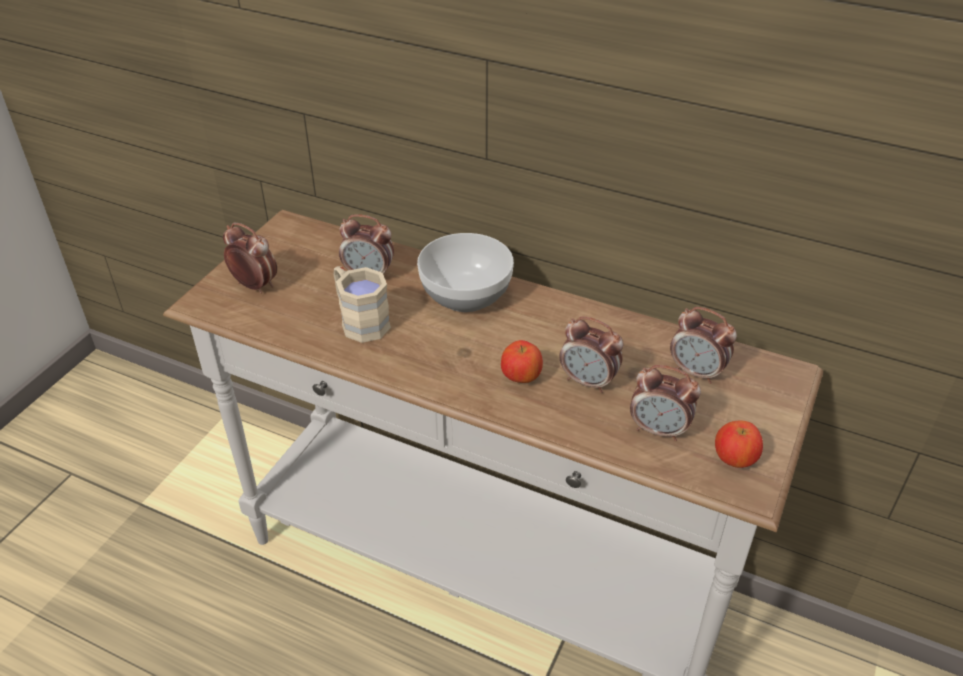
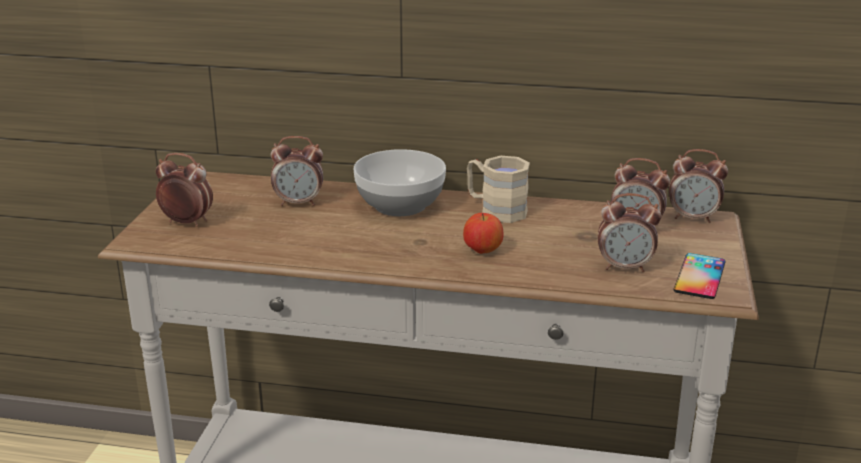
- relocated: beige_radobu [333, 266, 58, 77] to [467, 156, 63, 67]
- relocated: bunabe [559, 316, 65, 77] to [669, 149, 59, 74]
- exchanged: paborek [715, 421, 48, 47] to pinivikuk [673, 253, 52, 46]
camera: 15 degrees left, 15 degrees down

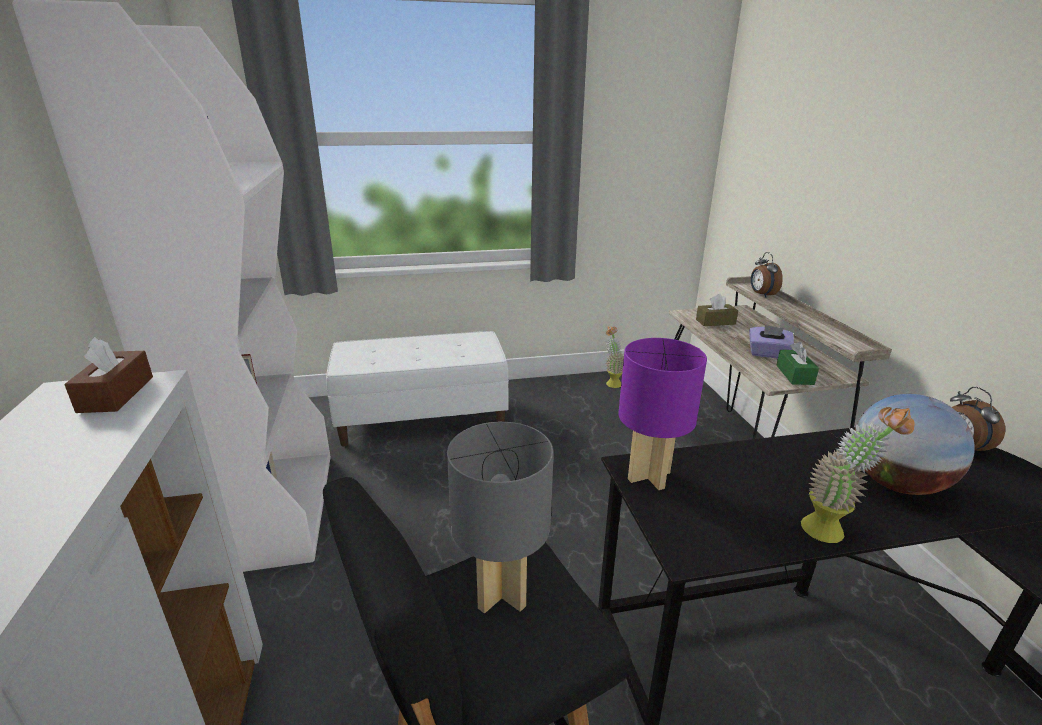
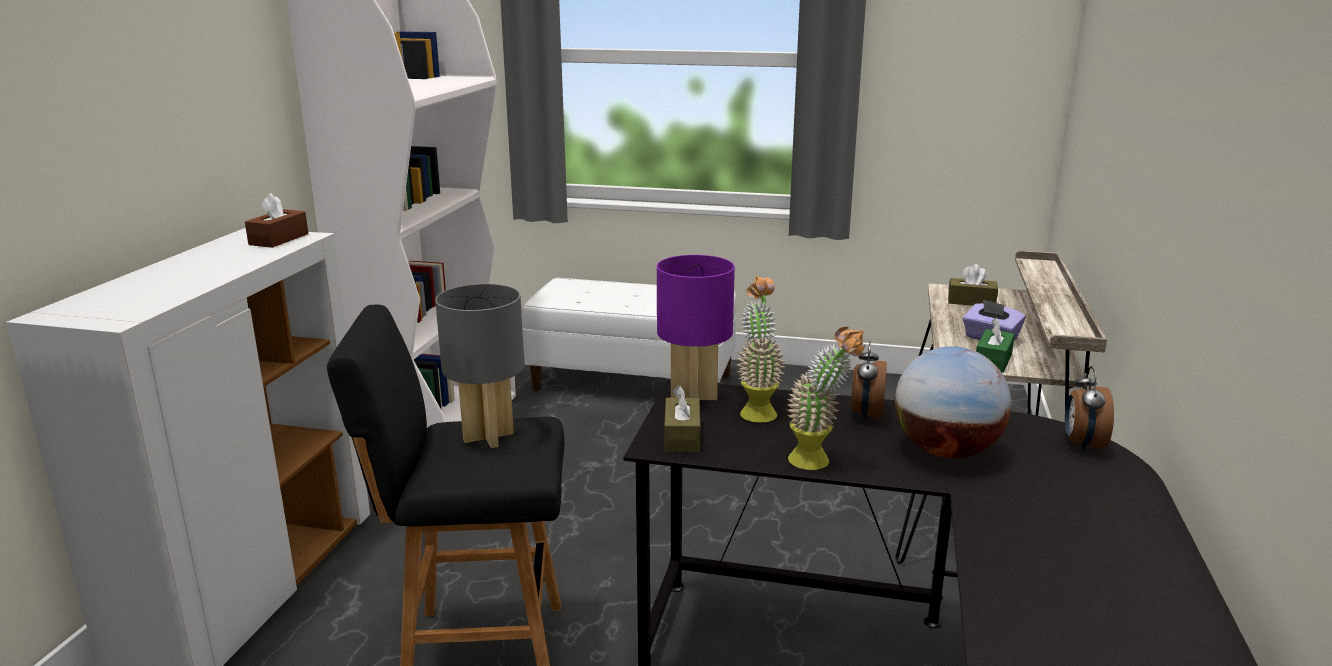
- relocated: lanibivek [606, 326, 18, 62] to [736, 276, 49, 147]
- relocated: bunabe [751, 252, 32, 46] to [851, 341, 36, 81]
- appeared: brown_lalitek [664, 386, 36, 66]
camera: 25 degrees right, 5 degrees down

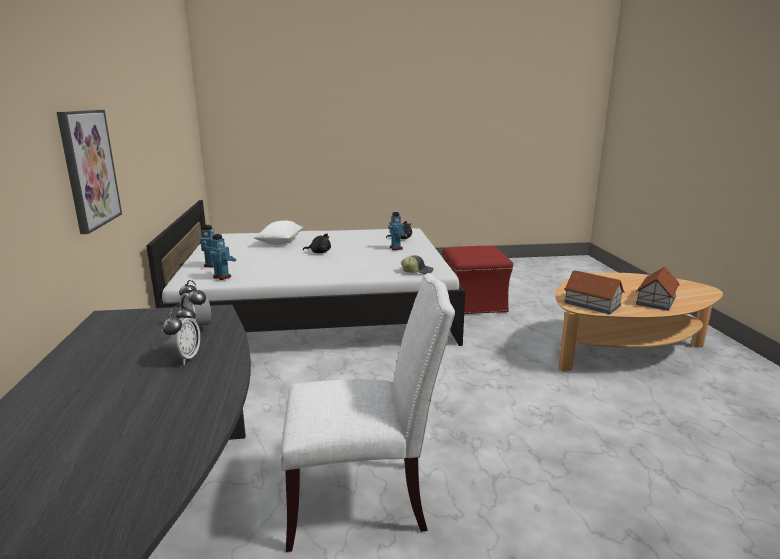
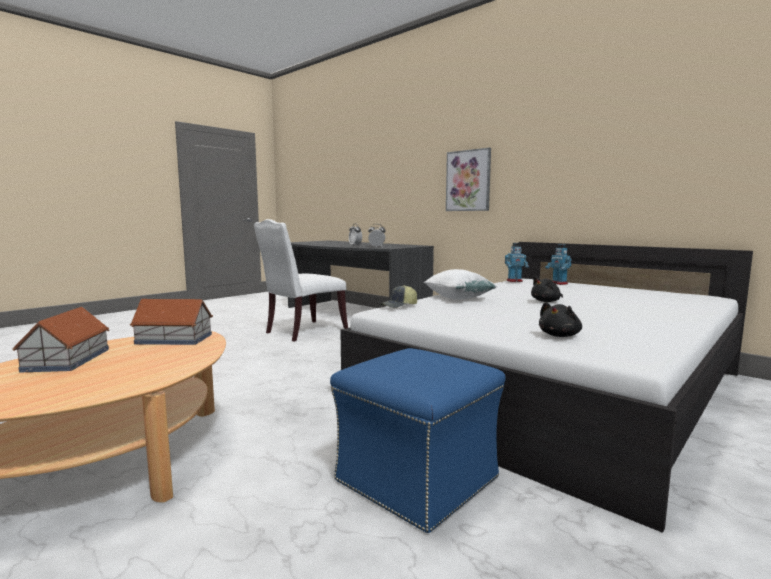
- relocated: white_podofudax [254, 221, 49, 24] to [424, 269, 74, 31]
- missing: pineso [388, 212, 20, 38]
- colour: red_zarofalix [442, 246, 71, 68] to blue_zarofalix [330, 348, 176, 185]
camera: 140 degrees right, 10 degrees down

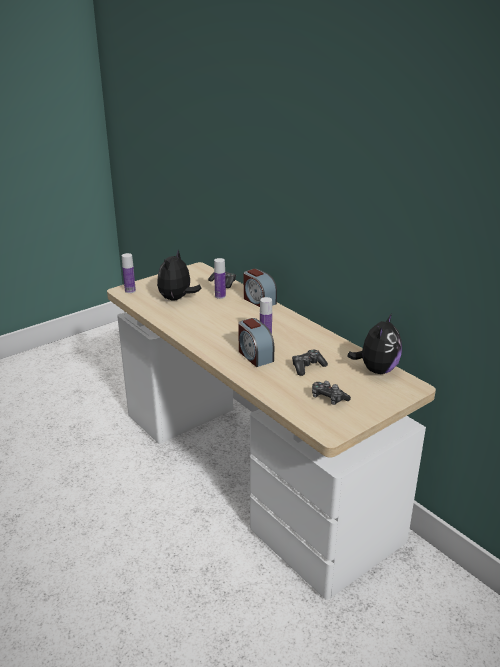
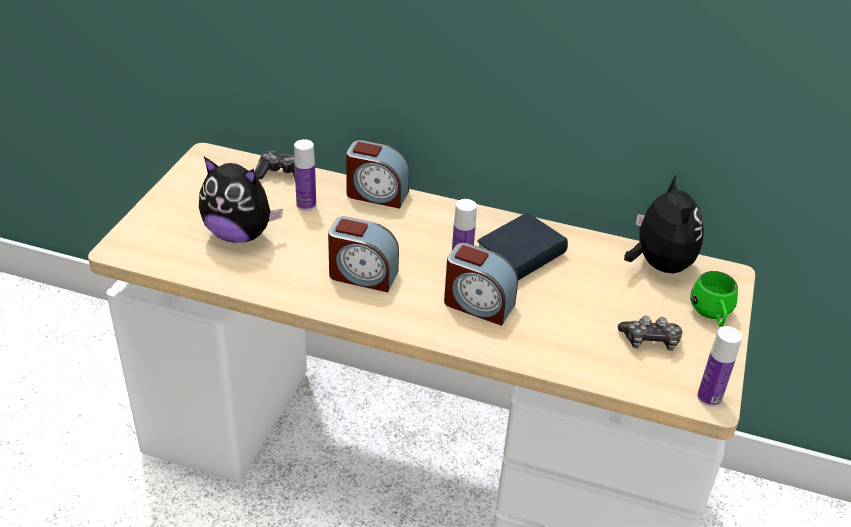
- relocated: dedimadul [122, 253, 14, 40] to [697, 326, 45, 81]
- spun: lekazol [157, 250, 45, 51] = [199, 157, 84, 86] 60 degrees counterclockwise
- missing: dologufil [292, 350, 36, 26]
- appeared: bunabe [328, 216, 71, 76]
- appeared: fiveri [477, 213, 91, 67]
- appeared: green_radobu [690, 271, 48, 56]
camera: 35 degrees left, 10 degrees up

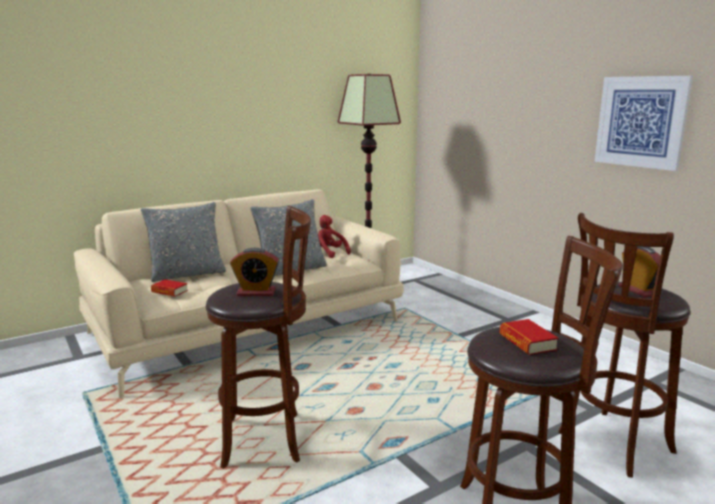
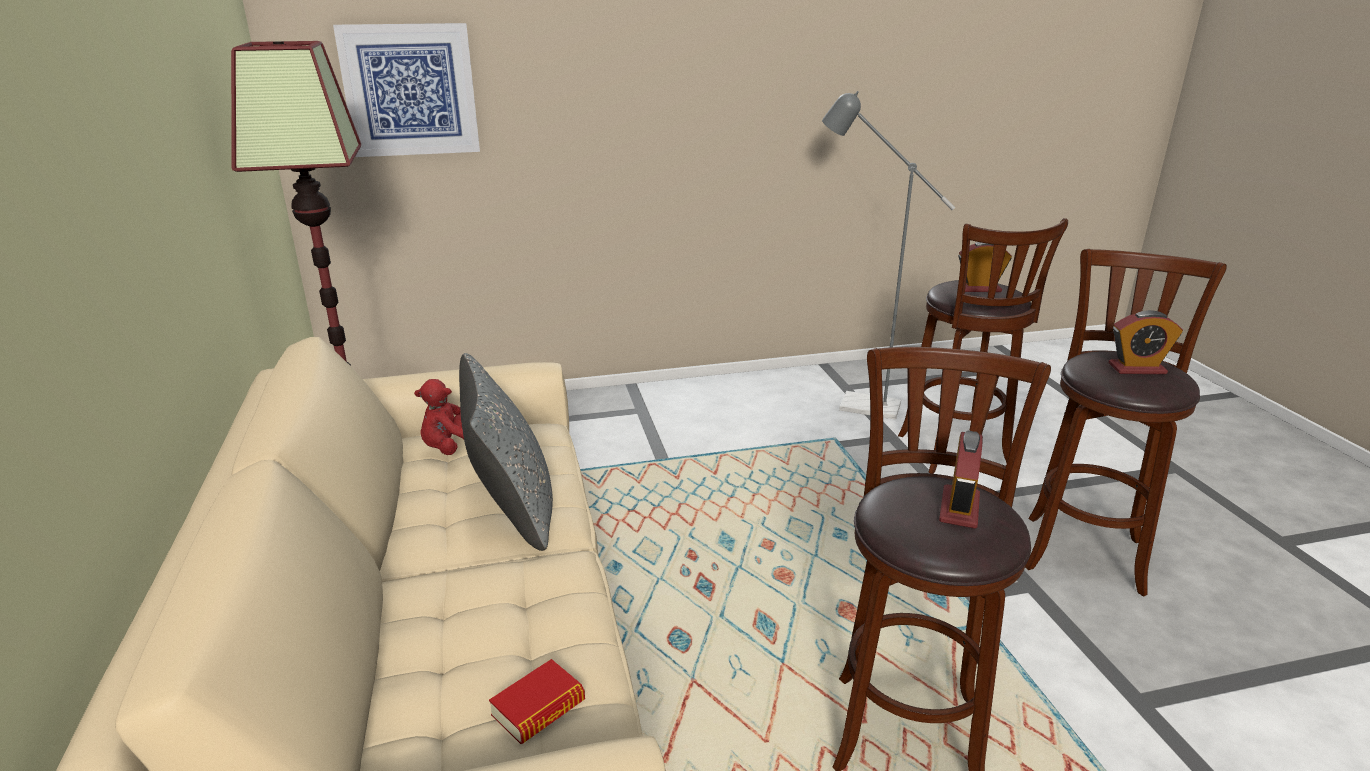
- missing: grey_podofudax [141, 202, 85, 80]
- exchanged: fiveri [500, 319, 58, 36] to bunabe [1108, 310, 75, 64]
- relocated: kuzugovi [594, 76, 99, 95] to [333, 23, 147, 134]
- appeared: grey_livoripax [822, 91, 133, 329]
camera: 70 degrees left, 10 degrees up

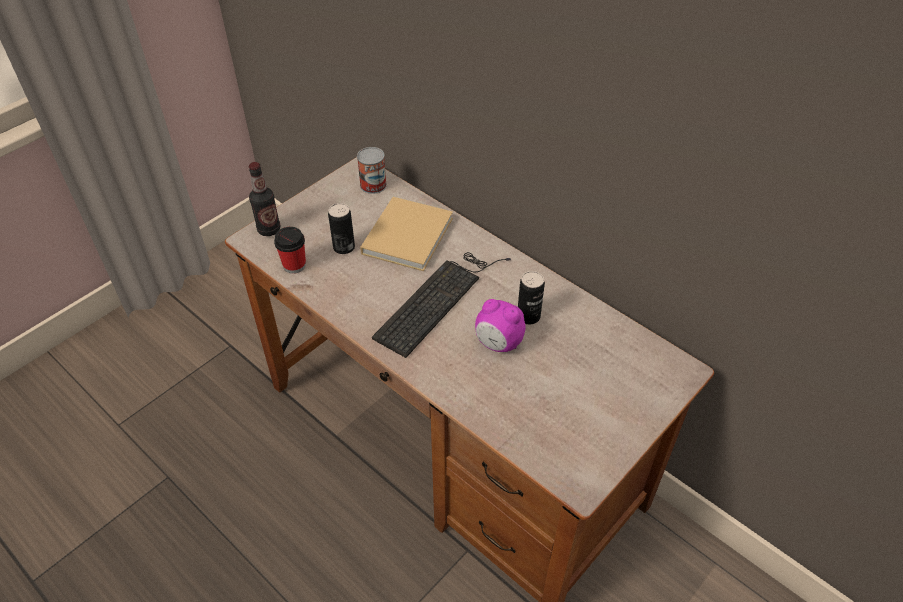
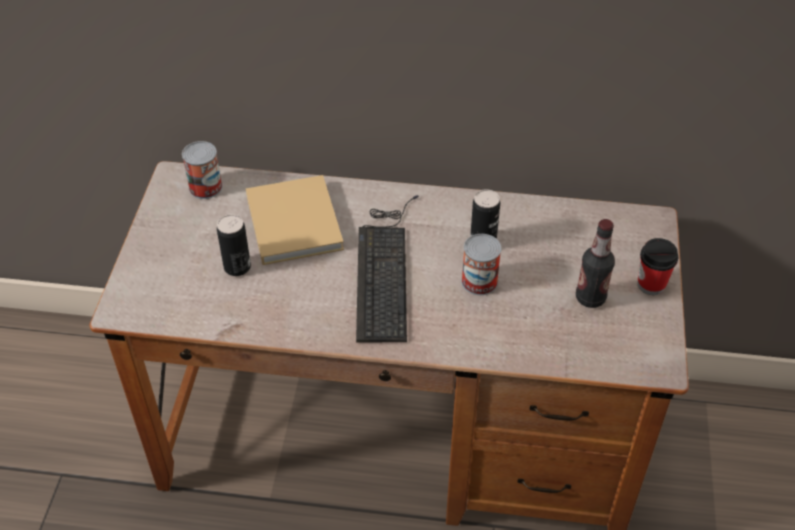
- relocated: dedimadul [249, 162, 32, 74] to [576, 219, 39, 89]
- relocated: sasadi [274, 227, 32, 47] to [637, 238, 41, 57]
- exchanged: bunabe [475, 299, 51, 53] to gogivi [461, 234, 40, 61]
camera: 35 degrees left, 0 degrees up

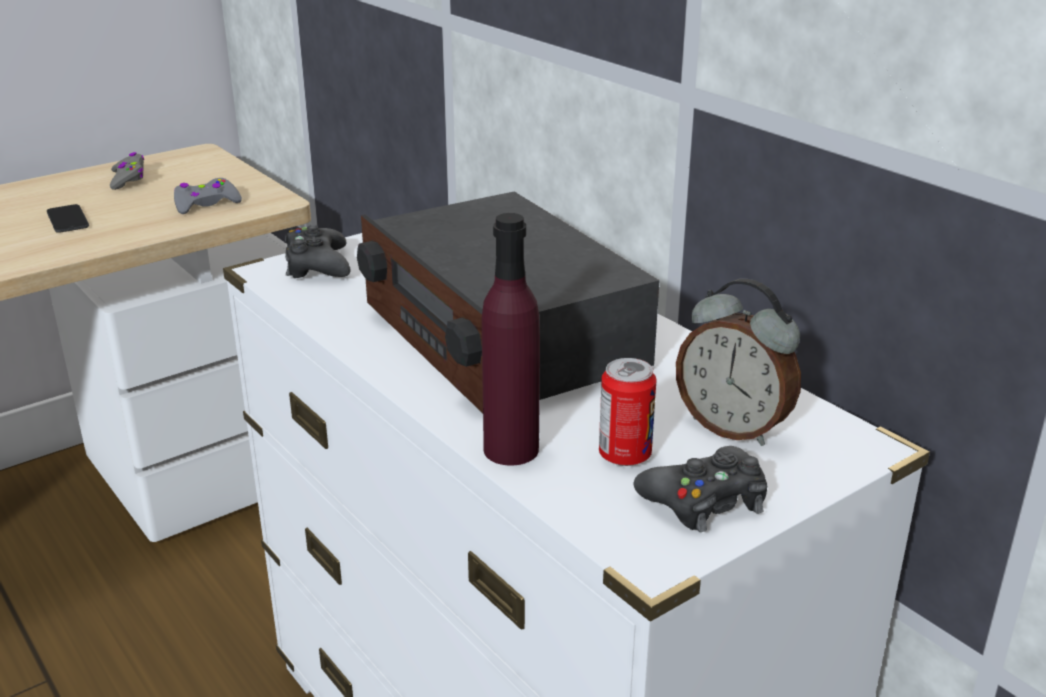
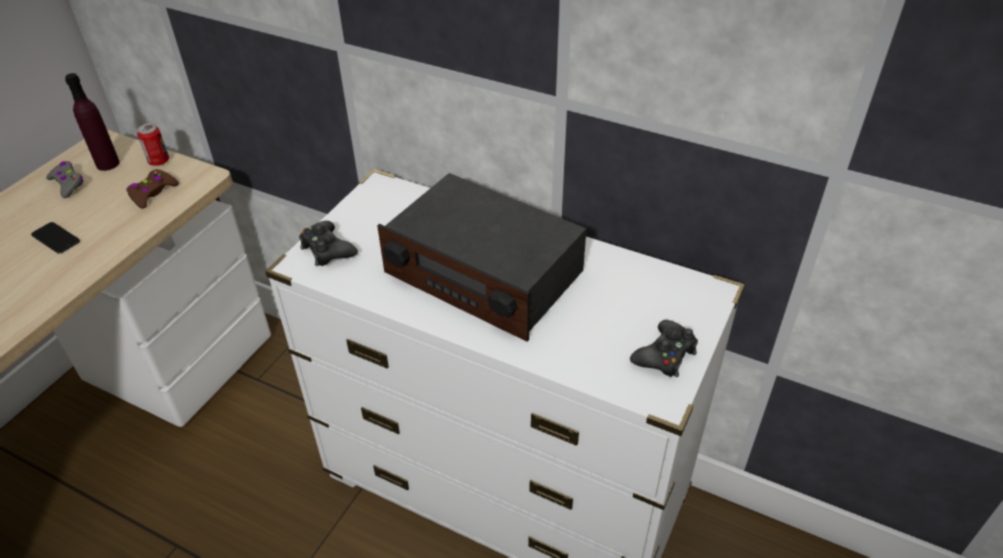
- colour: grey_dologufil [174, 178, 68, 36] to brown_dologufil [127, 169, 52, 39]
- relocated: purple_dedimadul [482, 213, 58, 253] to [65, 73, 55, 98]
- relocated: gogivi [599, 358, 58, 108] to [137, 123, 32, 43]
- missing: bunabe [676, 279, 125, 167]
camera: 25 degrees left, 15 degrees up

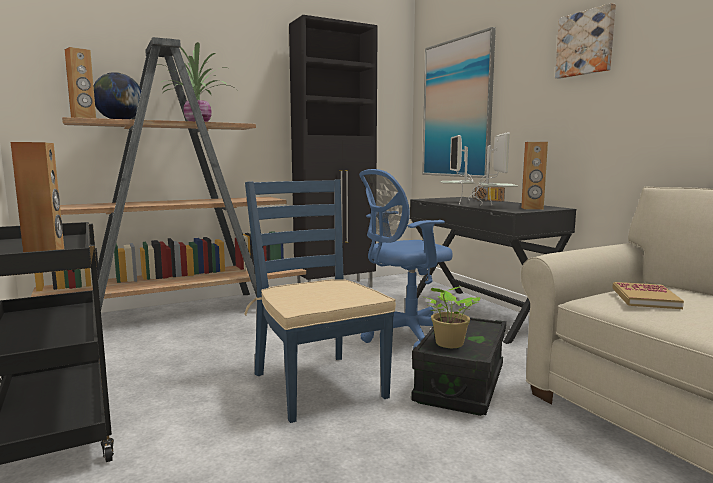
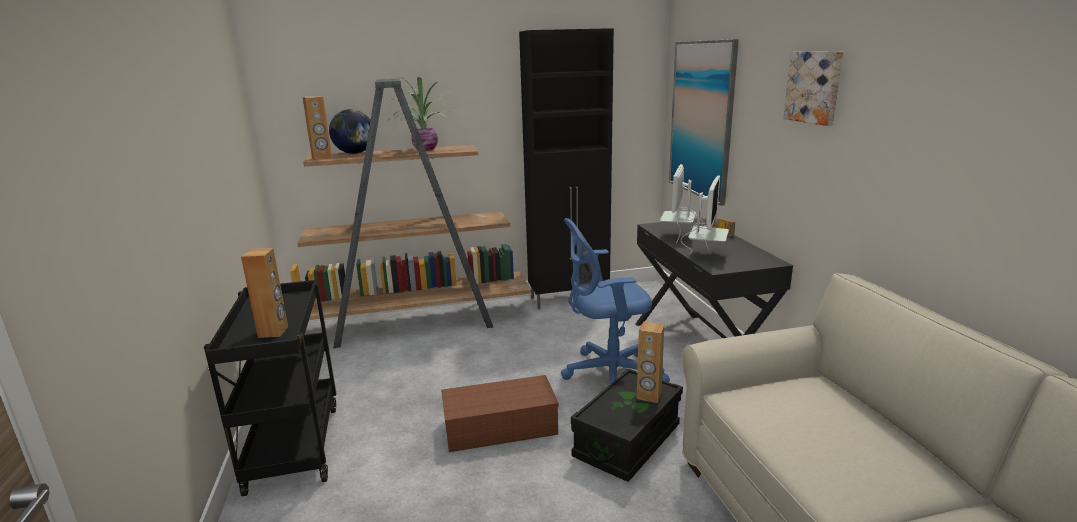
- exchanged: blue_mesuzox [244, 179, 152, 244] to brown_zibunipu [441, 375, 118, 77]
- missing: lanibivek [425, 287, 55, 61]
- relocated: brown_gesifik [521, 142, 27, 68] to [637, 322, 27, 81]
- missing: fiveri [612, 282, 72, 27]
camera: 15 degrees right, 10 degrees up

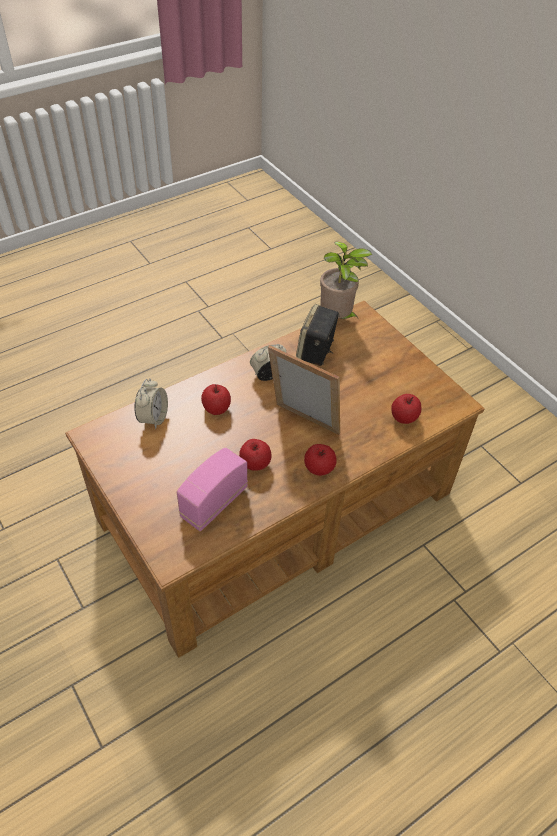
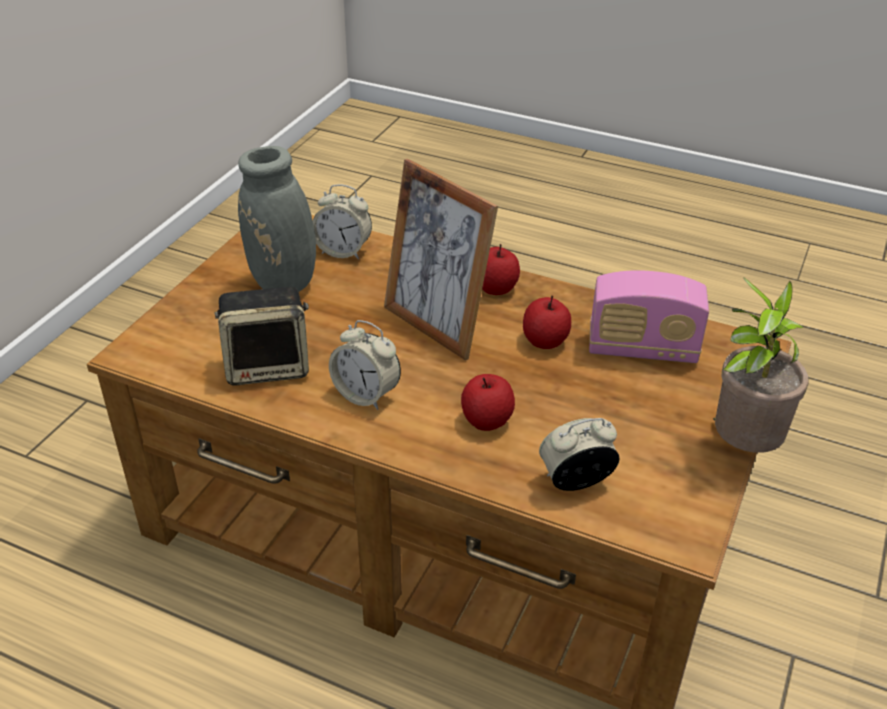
- spun: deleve [268, 345, 72, 90] = [384, 159, 114, 201] 45 degrees counterclockwise
- relocated: lanibivek [320, 241, 52, 78] to [713, 277, 95, 176]
- exchanged: paborek [391, 394, 30, 30] to bunabe [313, 184, 59, 75]
- appeared: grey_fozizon [238, 146, 149, 146]
camera: 120 degrees left, 10 degrees down

